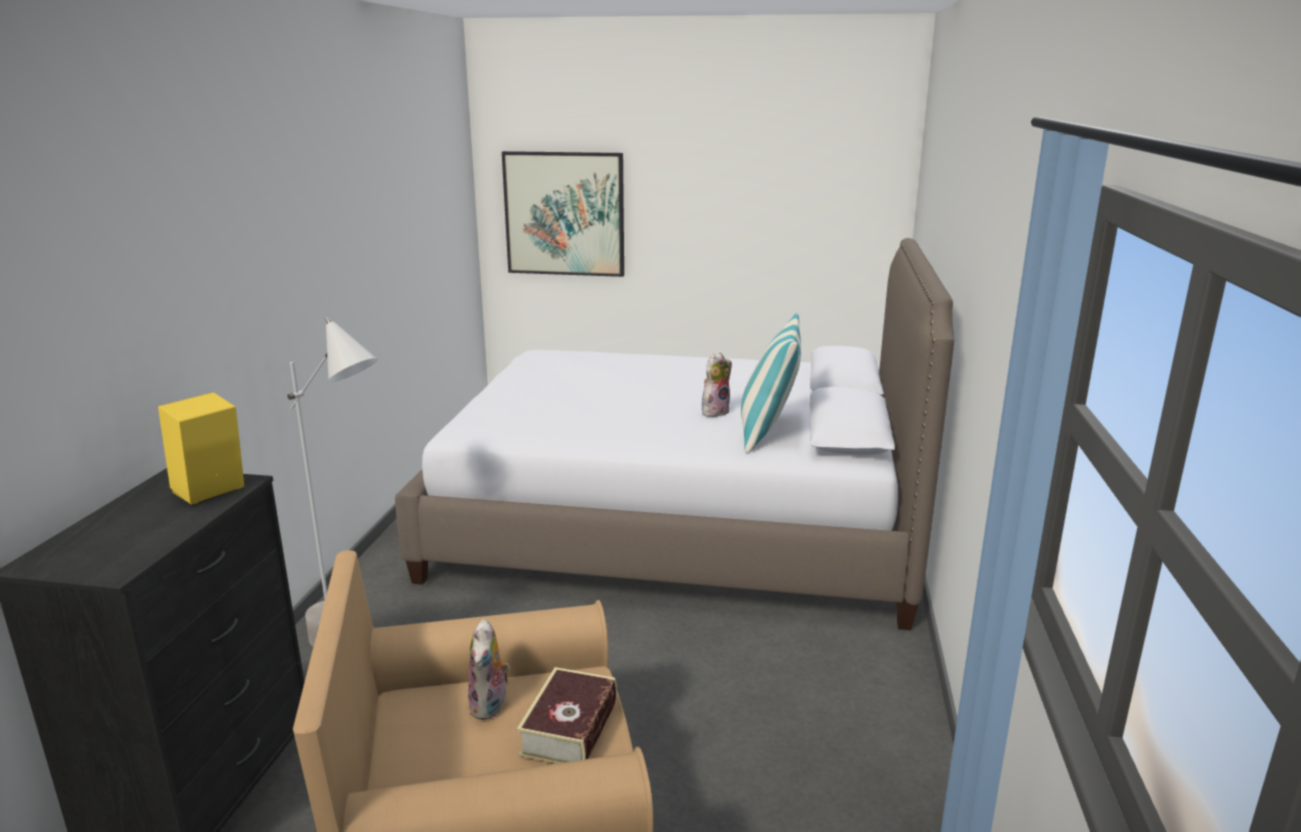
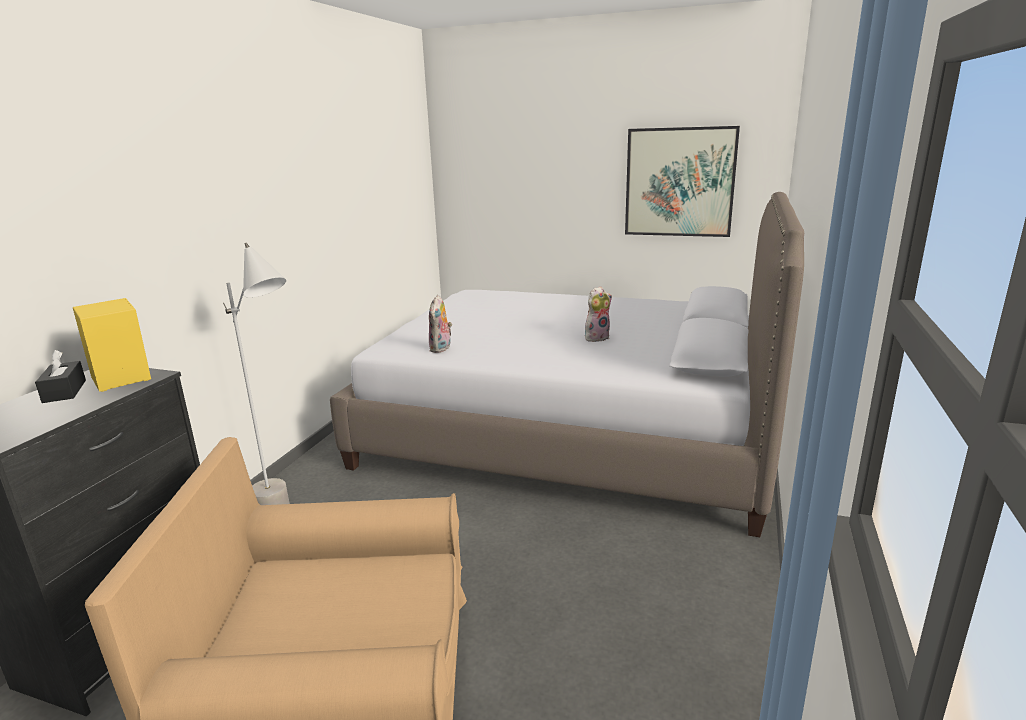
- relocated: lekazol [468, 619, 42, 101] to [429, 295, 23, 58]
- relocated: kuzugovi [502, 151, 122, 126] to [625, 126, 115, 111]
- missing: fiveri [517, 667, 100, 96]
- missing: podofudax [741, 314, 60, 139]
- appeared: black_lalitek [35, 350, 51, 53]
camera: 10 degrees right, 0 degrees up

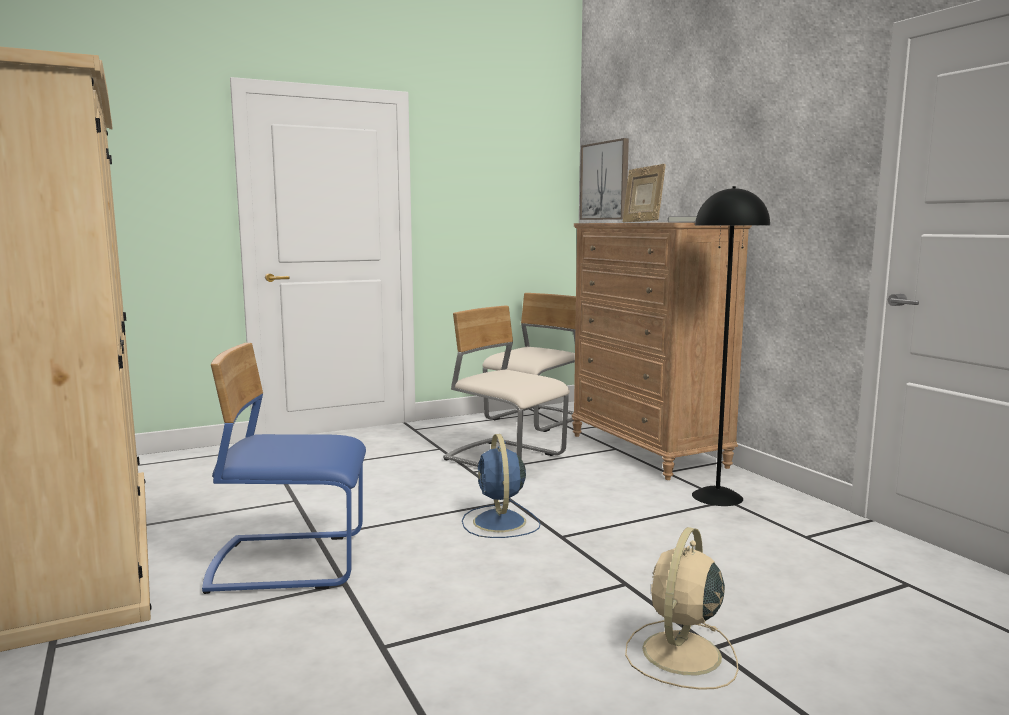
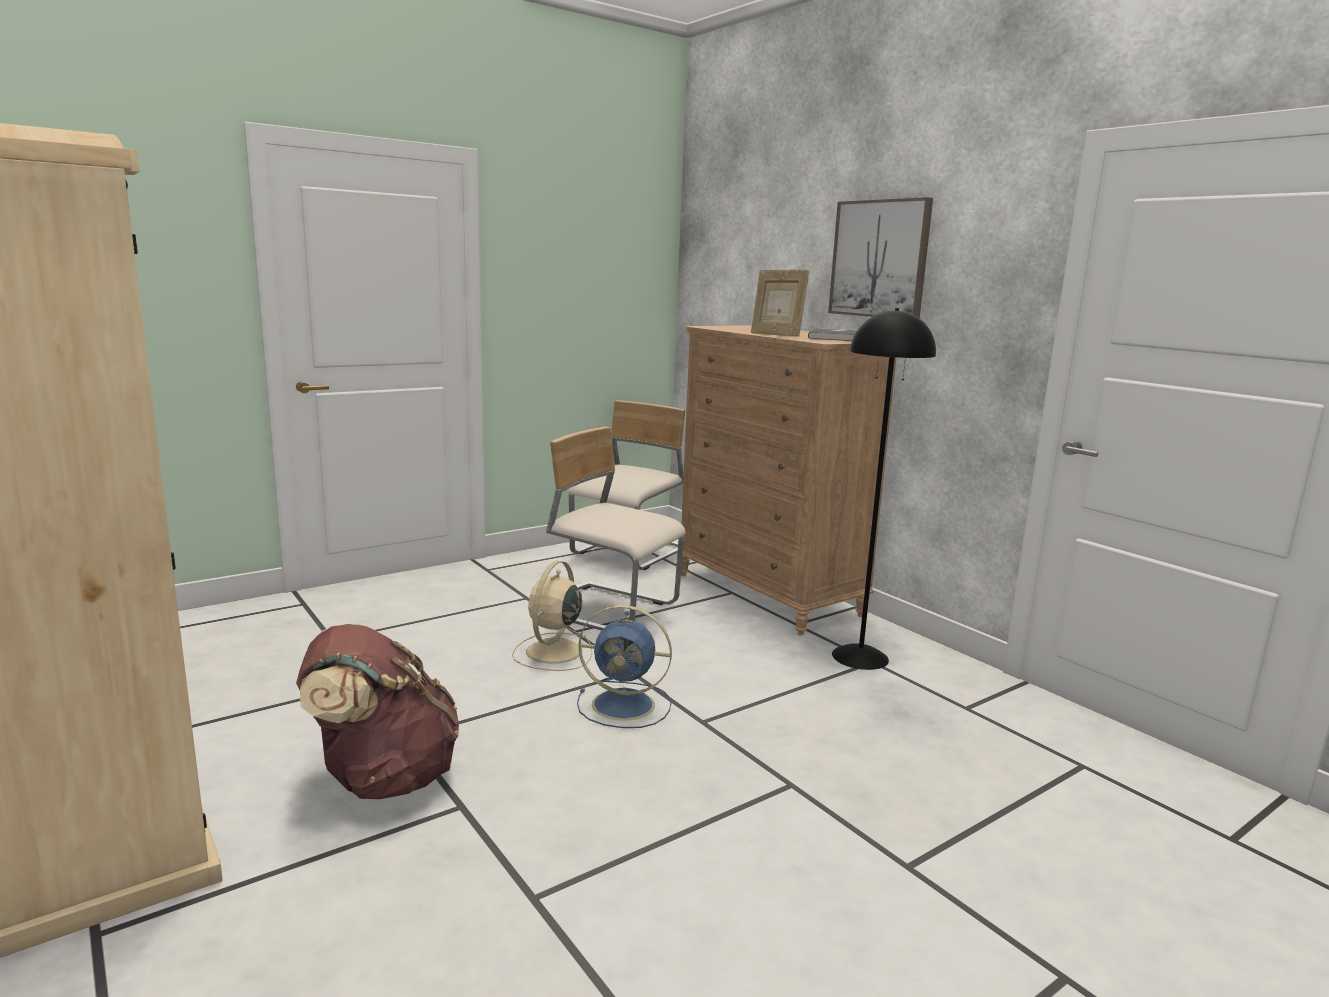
- exchanged: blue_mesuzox [202, 343, 164, 251] to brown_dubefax [296, 624, 163, 175]
- spun: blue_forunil [462, 434, 79, 104] = [577, 605, 95, 123] 60 degrees counterclockwise
- relocated: kuzugovi [580, 138, 49, 82] to [828, 197, 105, 121]
- relocated: beige_forunil [625, 527, 113, 163] to [512, 561, 80, 110]
camera: 10 degrees left, 5 degrees up

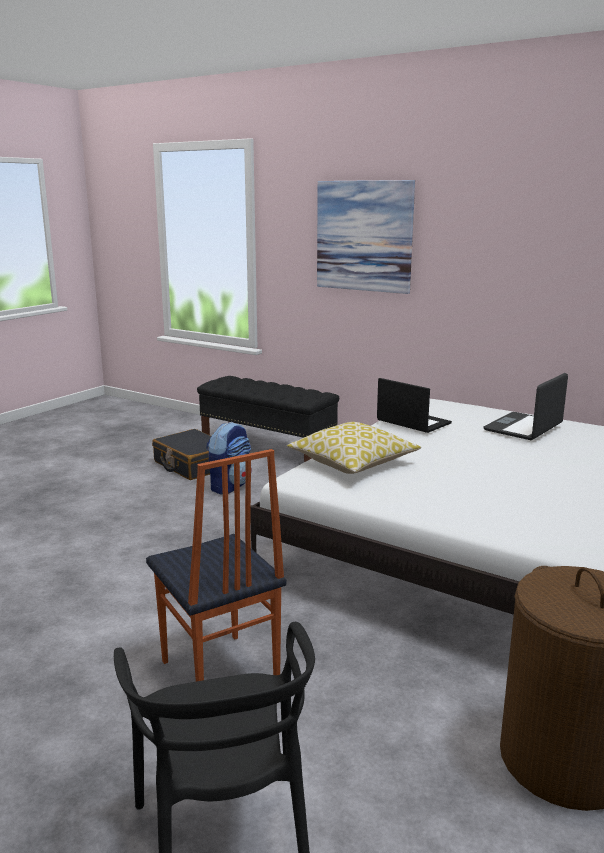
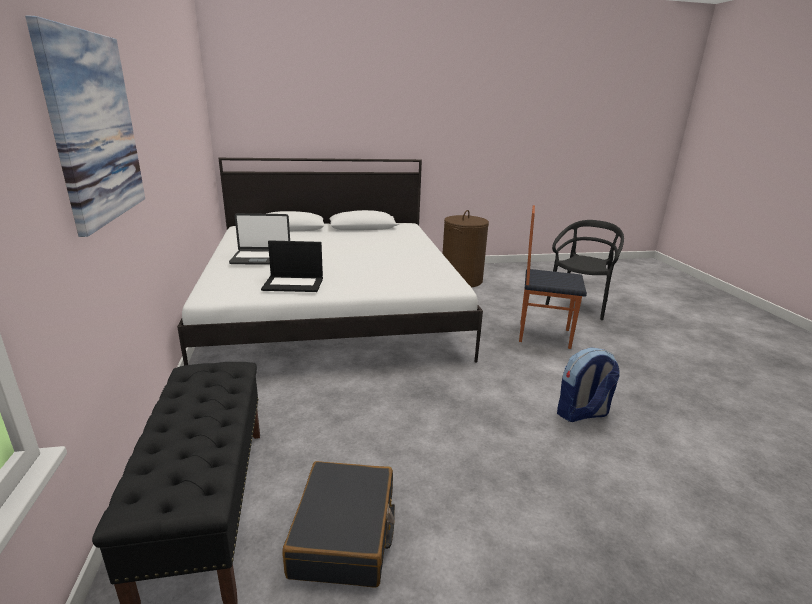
- spun: mesuzox [146, 449, 141, 233] = [519, 205, 68, 144] 90 degrees counterclockwise
- relocated: dubefax [206, 422, 46, 72] to [557, 347, 63, 75]
- missing: podofudax [287, 422, 134, 52]
- spun: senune [377, 378, 75, 55] = [261, 240, 62, 52] 90 degrees counterclockwise
camera: 135 degrees left, 5 degrees up

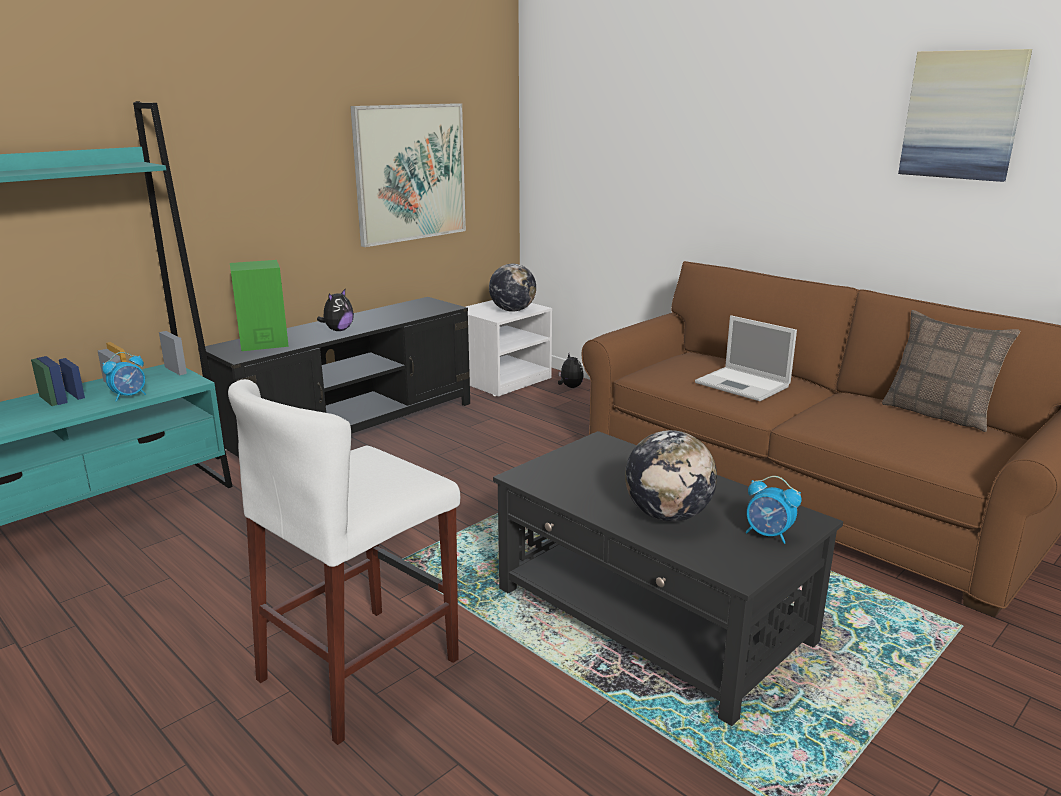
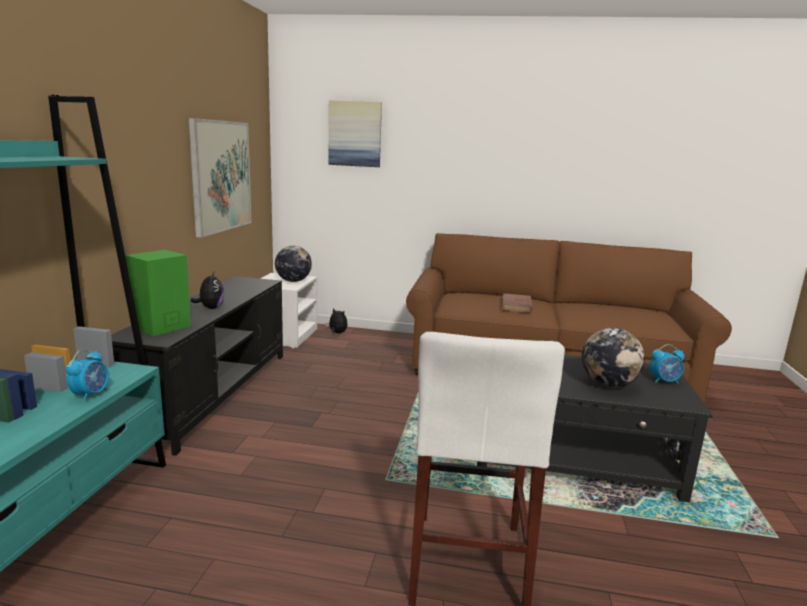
- exchanged: senune [695, 315, 102, 86] to brown_fiveri [502, 293, 31, 20]
- missing: podofudax [882, 310, 138, 122]
- relocated: kuzugovi [898, 49, 134, 133] to [328, 100, 54, 67]
camera: 35 degrees left, 5 degrees down

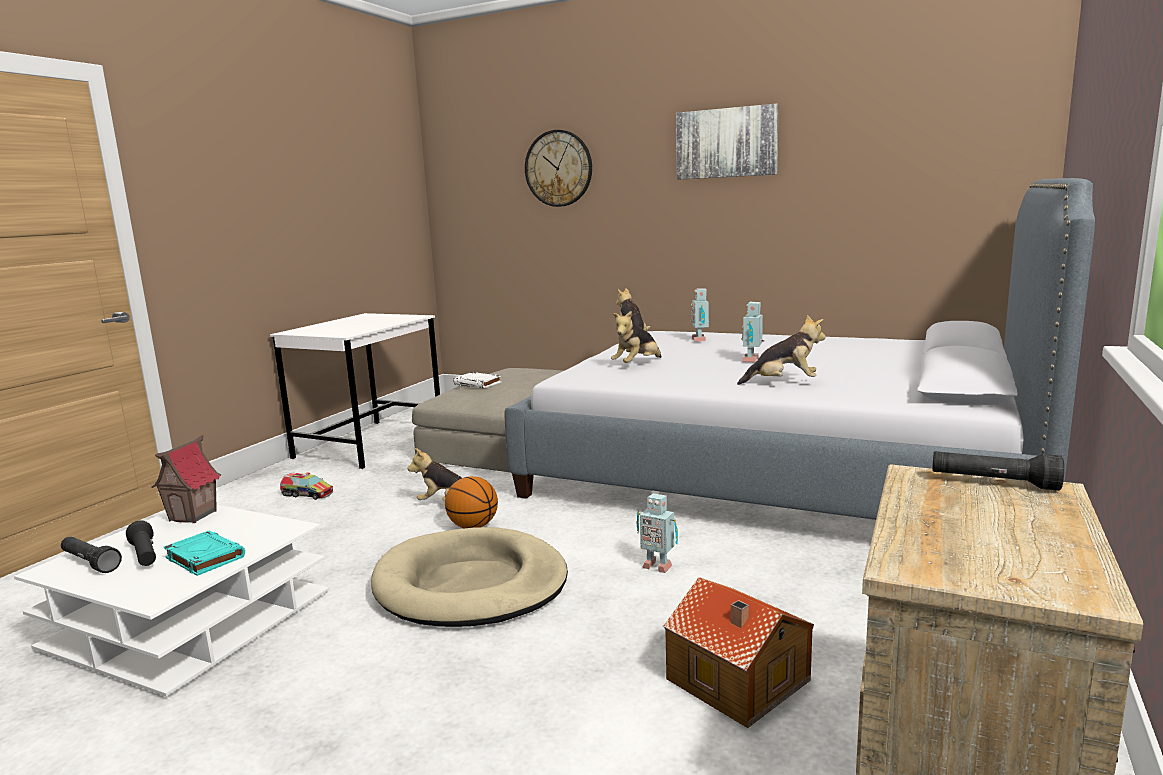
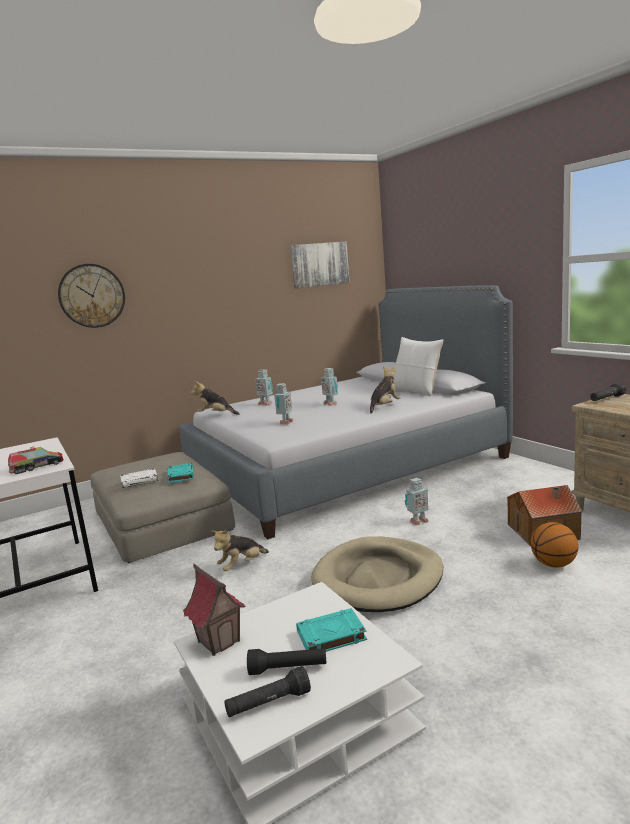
- relocated: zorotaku [280, 472, 54, 28] to [8, 446, 56, 28]
- relocated: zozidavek [445, 476, 53, 52] to [530, 522, 48, 46]
- exchanged: lekazol [611, 311, 51, 52] to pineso [274, 383, 19, 42]
- relocated: kuzugovi [676, 104, 103, 76] to [290, 242, 60, 47]
- appeared: turquoise_fiveri [167, 463, 27, 20]
- appeared: white_podofudax [394, 337, 49, 59]
camera: 55 degrees left, 0 degrees up

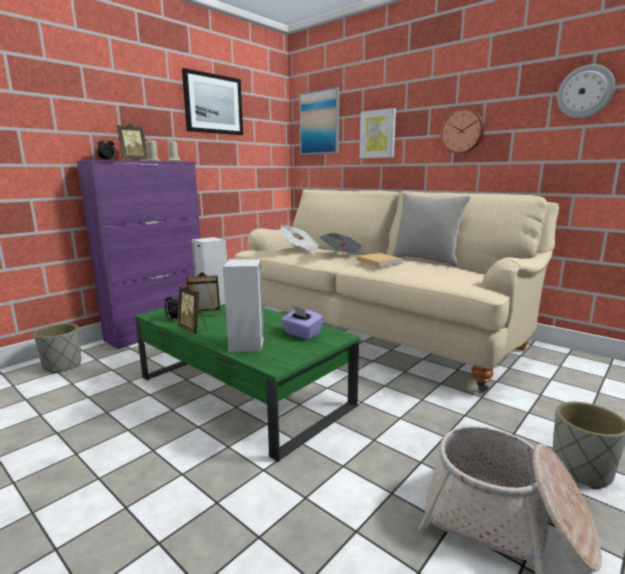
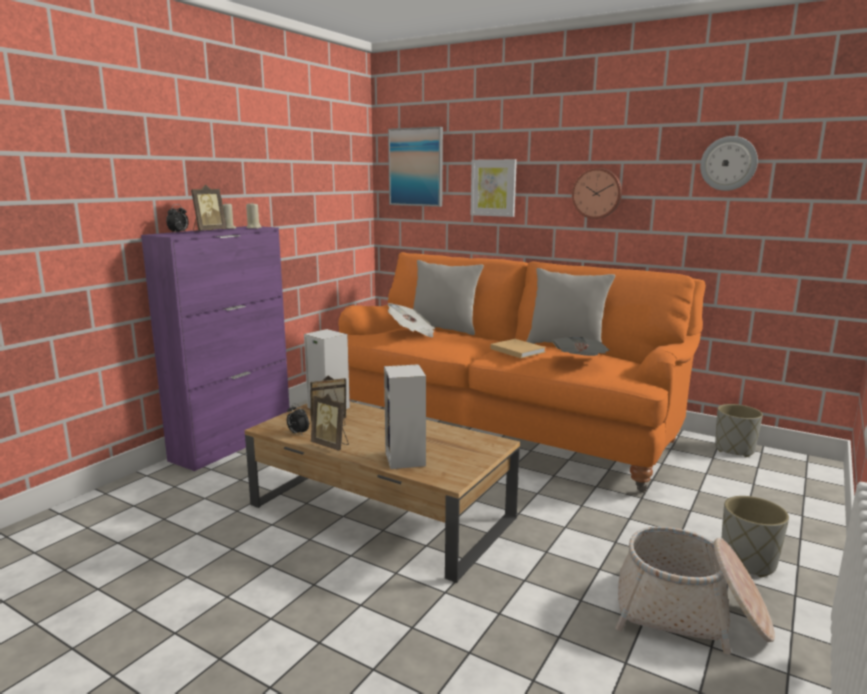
- relocated: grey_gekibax [33, 323, 48, 51] to [715, 404, 48, 53]
- colour: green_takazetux [135, 304, 224, 158] to brown_takazetux [245, 402, 275, 181]
- missing: kuzugovi [182, 68, 61, 67]
- colour: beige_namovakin [235, 189, 324, 204] to orange_namovakin [338, 252, 368, 241]
- missing: purple_lalitek [281, 306, 42, 34]
- relocated: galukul [320, 233, 41, 20] to [550, 337, 59, 19]
- appeared: grey_podofudax [413, 260, 71, 75]
camera: 10 degrees left, 0 degrees up

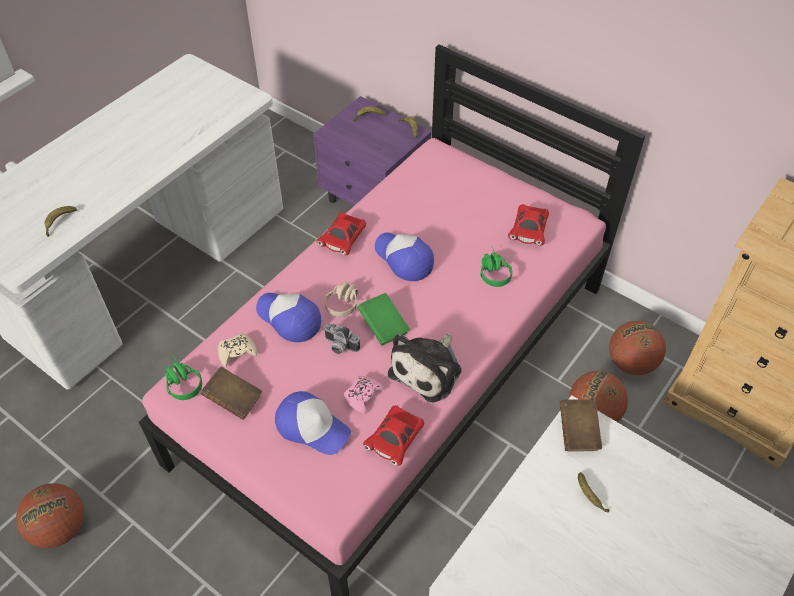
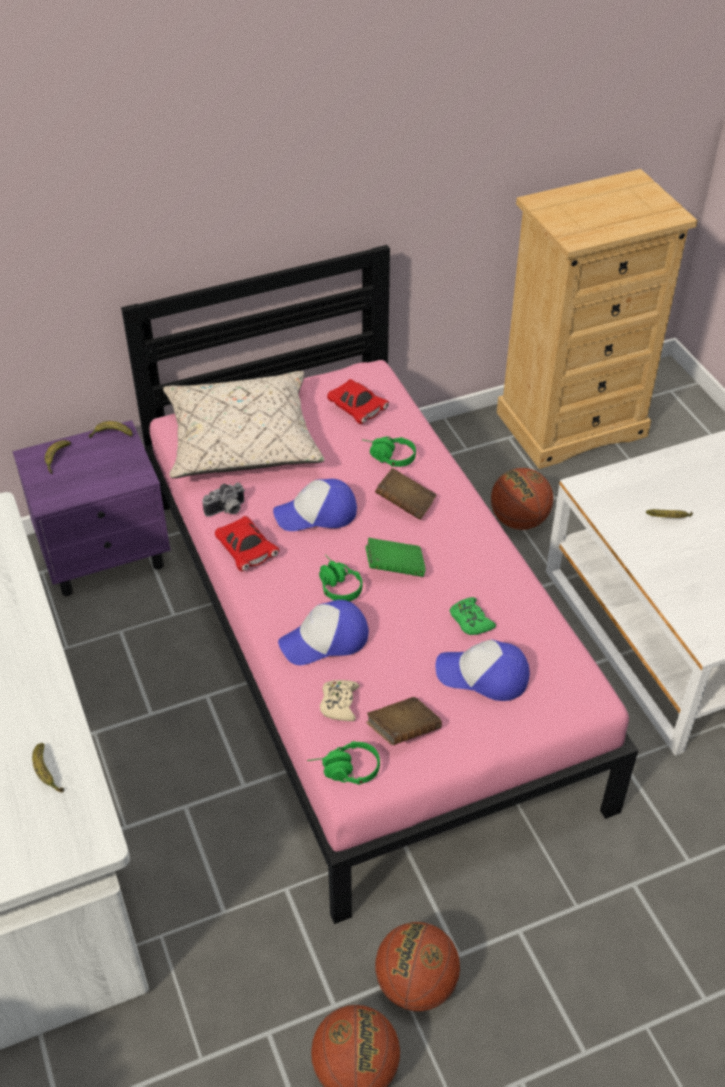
- spun: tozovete [275, 391, 76, 64] = [436, 639, 94, 62] 135 degrees counterclockwise
- relocated: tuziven [323, 323, 37, 31] to [202, 482, 43, 35]
- colour: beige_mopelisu [325, 281, 37, 36] to green_mopelisu [319, 554, 43, 47]
- colour: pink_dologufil [344, 376, 40, 38] to green_dologufil [450, 597, 46, 38]
- missing: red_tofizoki [363, 405, 61, 61]
- missing: lekazol [388, 334, 74, 68]
- relocated: brown_fiveri [559, 399, 43, 52] to [375, 468, 62, 52]
- relocated: zozidavek [609, 321, 57, 54] to [375, 922, 85, 89]
- appeared: beige_podofudax [163, 371, 162, 107]
camera: 60 degrees left, 5 degrees down

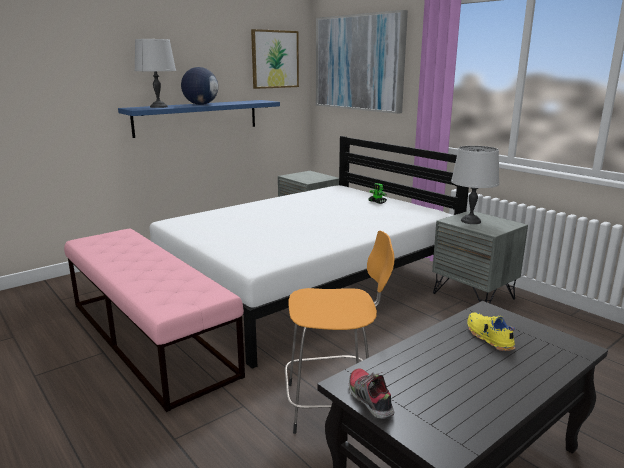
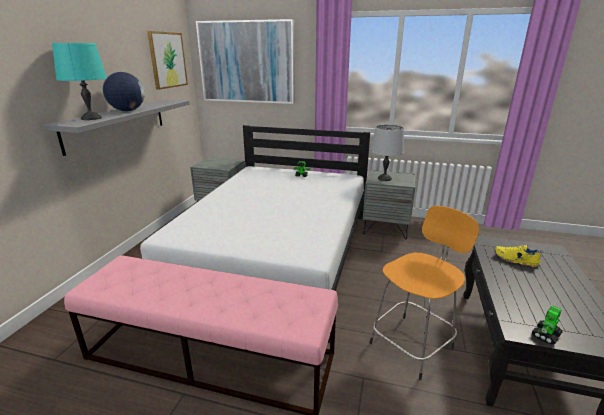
- colour: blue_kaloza [118, 100, 162, 38] to grey_kaloza [43, 100, 147, 56]
- colour: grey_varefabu [134, 39, 42, 69] to turquoise_varefabu [52, 43, 55, 77]
- exchanged: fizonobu [349, 368, 45, 51] to pineso [532, 305, 31, 40]
camera: 35 degrees left, 5 degrees up

